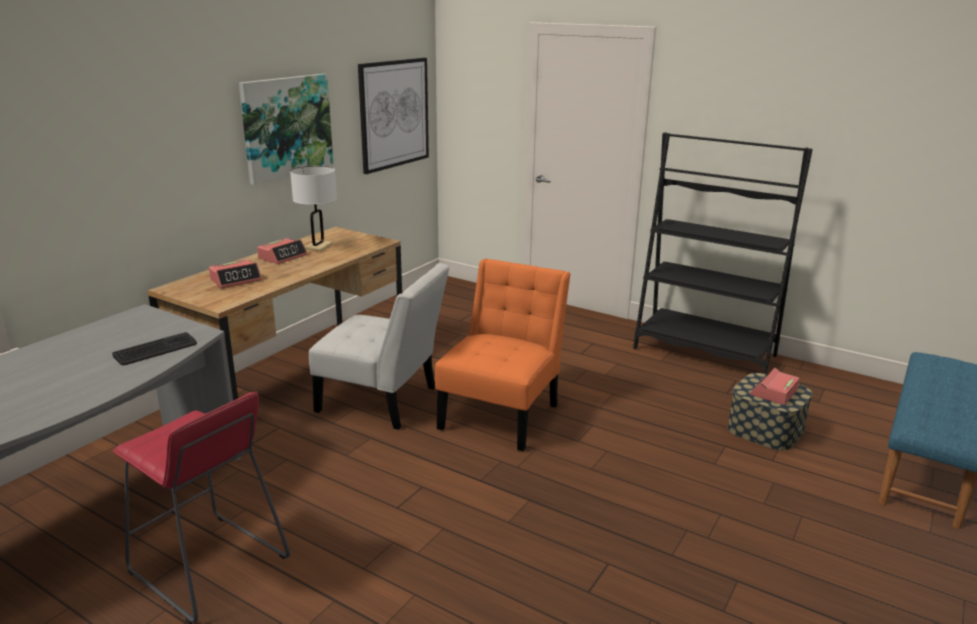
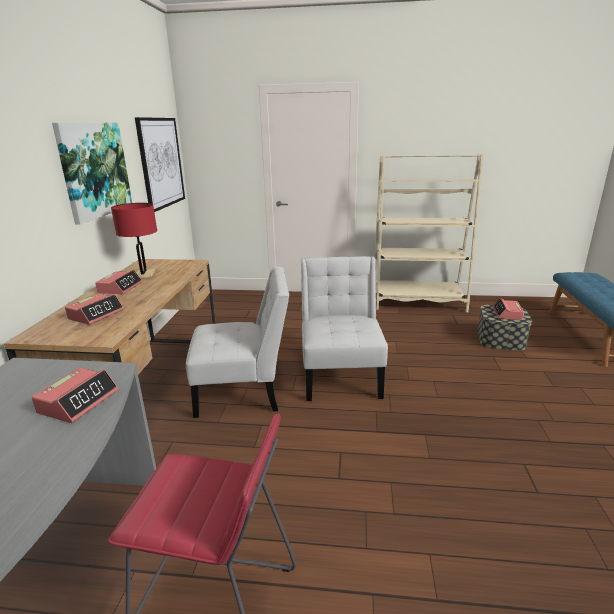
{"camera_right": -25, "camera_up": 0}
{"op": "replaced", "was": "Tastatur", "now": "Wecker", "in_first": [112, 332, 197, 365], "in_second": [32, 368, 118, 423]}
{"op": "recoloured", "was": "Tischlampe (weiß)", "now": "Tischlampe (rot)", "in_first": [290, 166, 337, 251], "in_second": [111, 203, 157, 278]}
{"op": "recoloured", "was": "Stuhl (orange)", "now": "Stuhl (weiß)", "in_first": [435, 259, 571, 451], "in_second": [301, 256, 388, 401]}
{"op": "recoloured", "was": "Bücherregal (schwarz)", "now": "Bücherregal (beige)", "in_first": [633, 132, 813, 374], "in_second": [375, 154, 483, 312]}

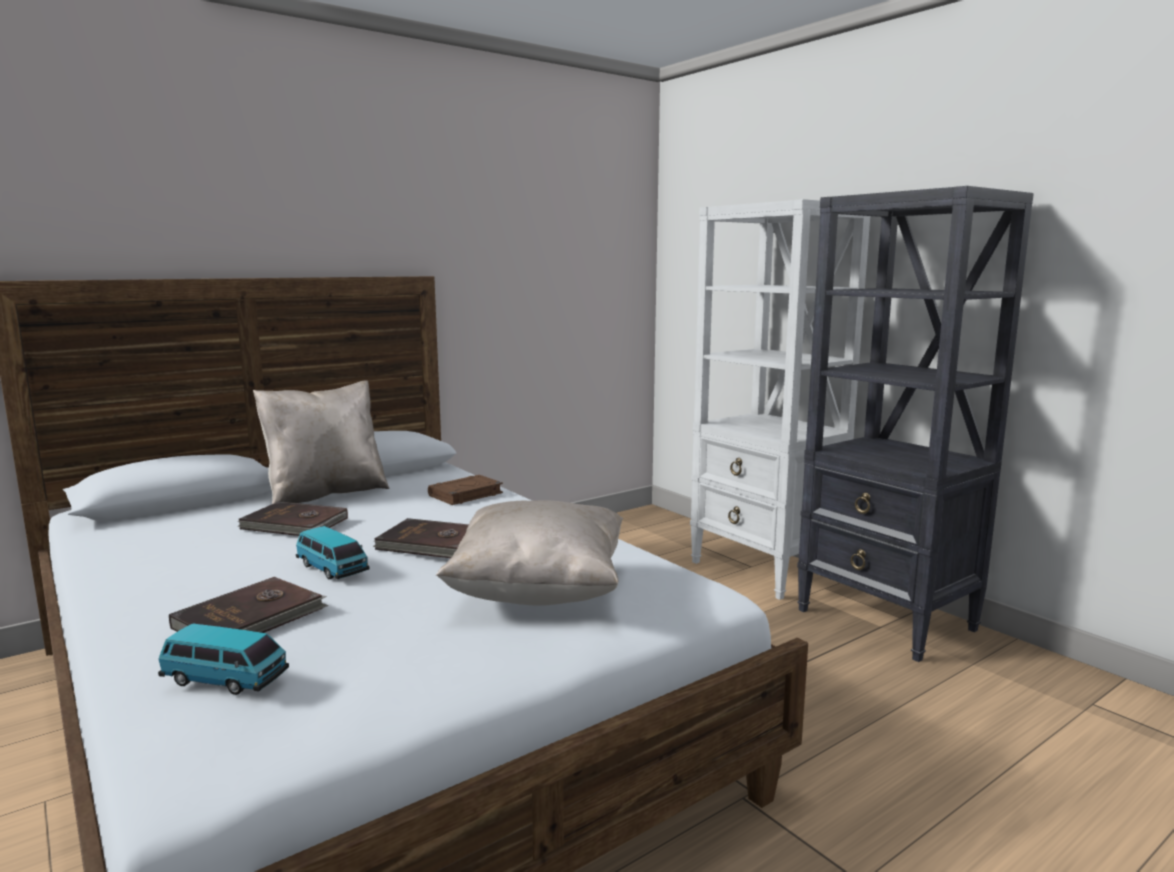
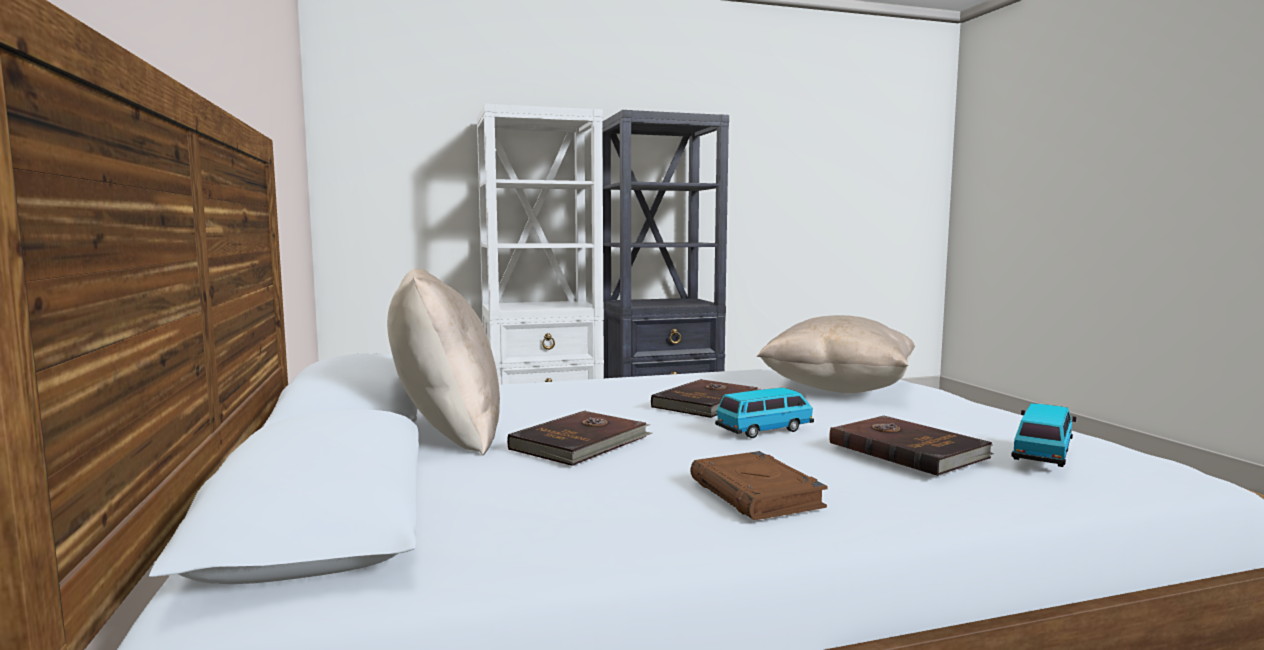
{"camera_right": -70, "camera_up": -5}
{"op": "moved", "was": "Buch (braun)", "in_first": [428, 475, 503, 505], "in_second": [690, 451, 828, 520]}

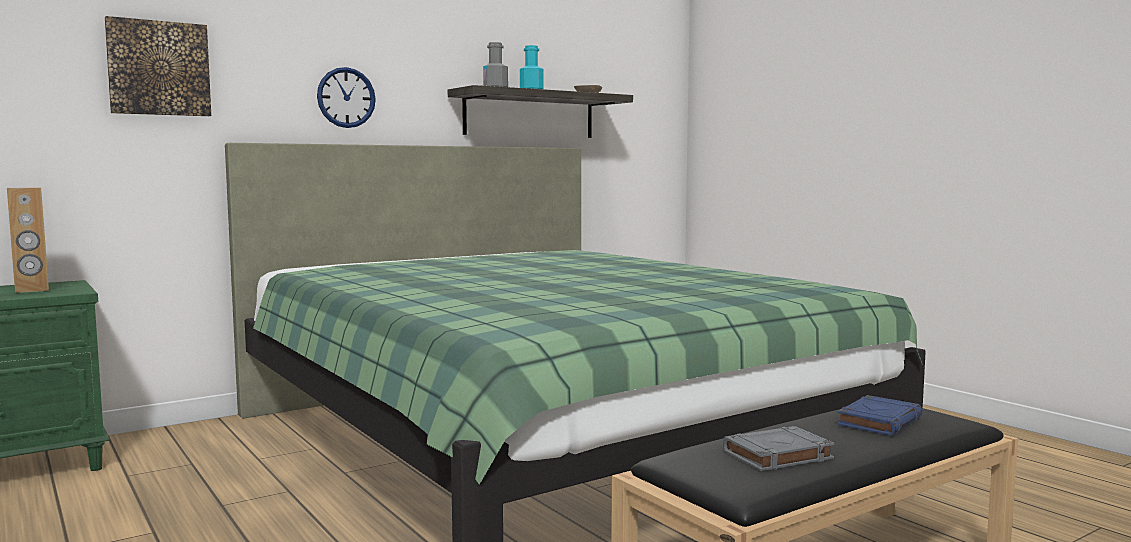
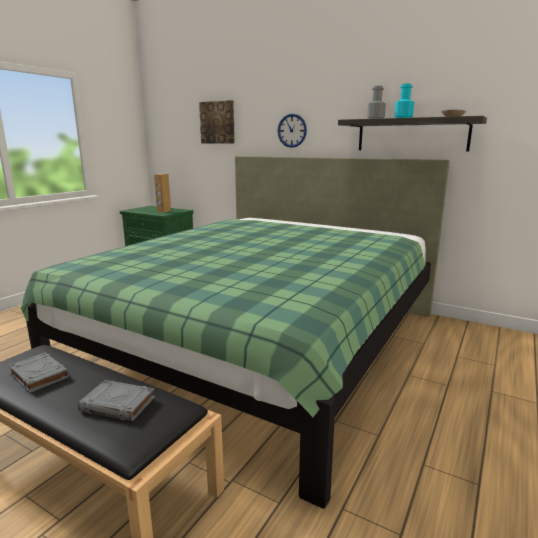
{"camera_right": 65, "camera_up": 10}
{"op": "recoloured", "was": "Buch (blau)", "now": "Buch (grau)", "in_first": [837, 395, 922, 436], "in_second": [78, 380, 155, 421]}

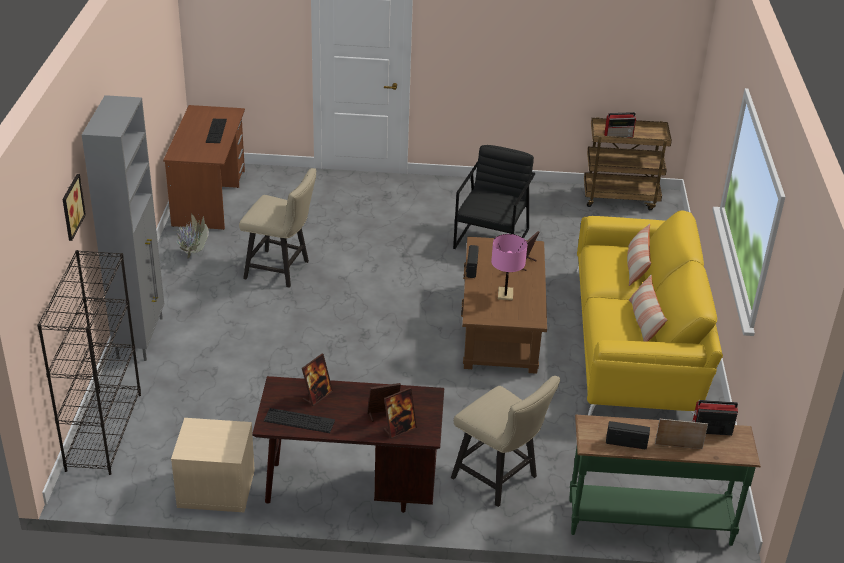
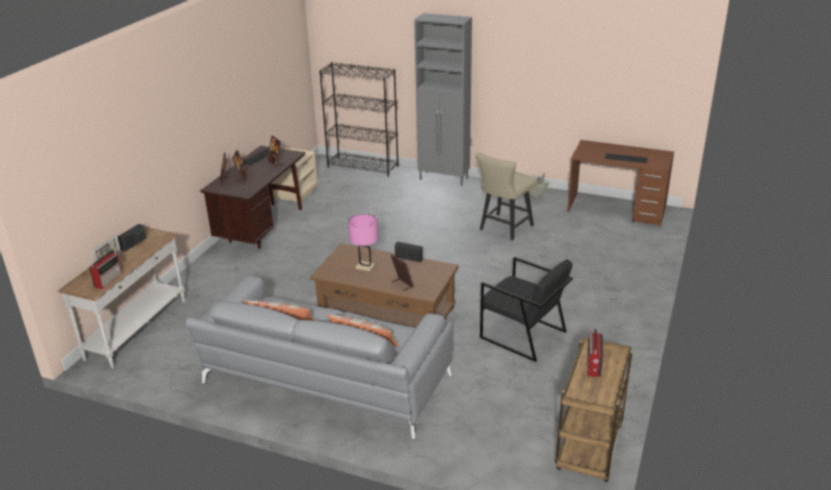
{"camera_right": 110, "camera_up": -5}
{"op": "removed", "was": "Bild", "in_first": [62, 174, 86, 241]}
{"op": "removed", "was": "Stuhl (beige)", "in_first": [451, 376, 560, 507]}
{"op": "recoloured", "was": "Konsolentisch (grün)", "now": "Konsolentisch (weiß)", "in_first": [570, 415, 761, 546], "in_second": [58, 227, 185, 368]}
{"op": "recoloured", "was": "Sofa (gelb)", "now": "Sofa (grau)", "in_first": [577, 210, 723, 417], "in_second": [186, 276, 452, 439]}

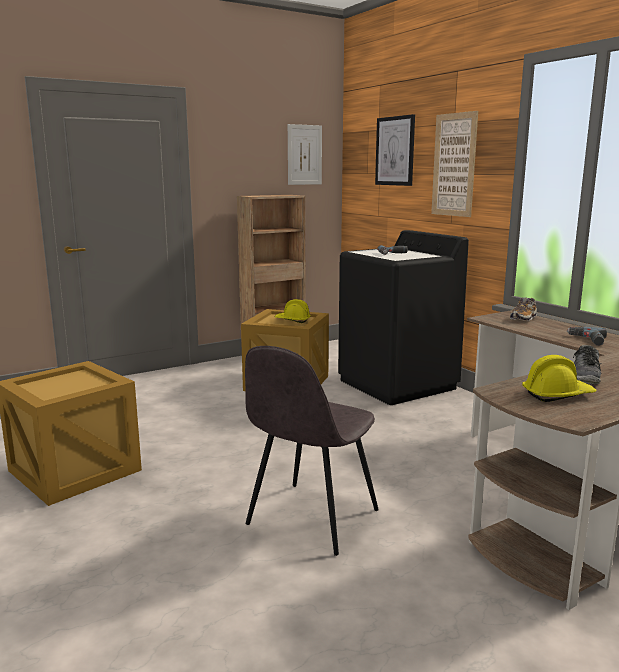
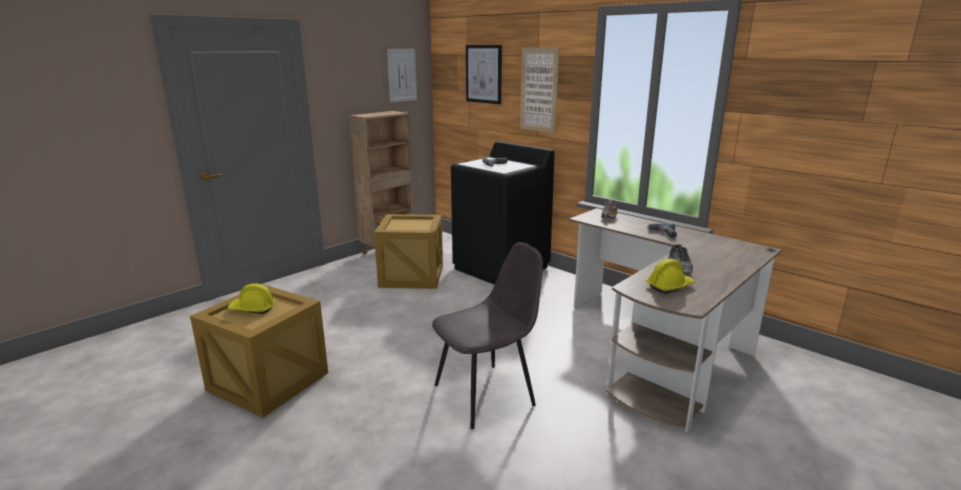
{"camera_right": -15, "camera_up": 5}
{"op": "turned", "was": "Stuhl (grau)", "in_first": [245, 346, 379, 556], "in_second": [432, 242, 543, 429], "clockwise": -135}
{"op": "moved", "was": "Schutzhelm (gelb)", "in_first": [275, 299, 311, 323], "in_second": [227, 283, 276, 314]}

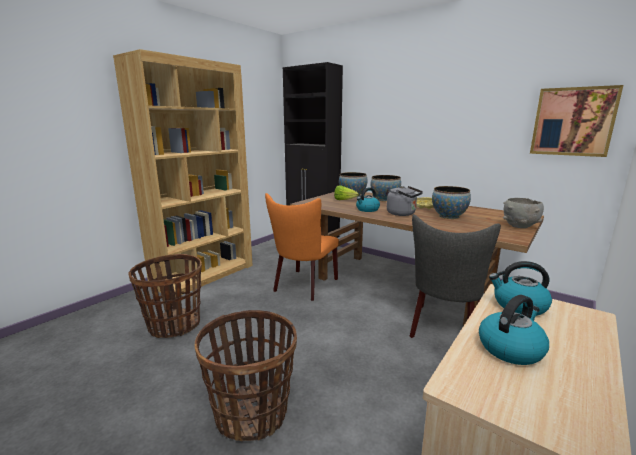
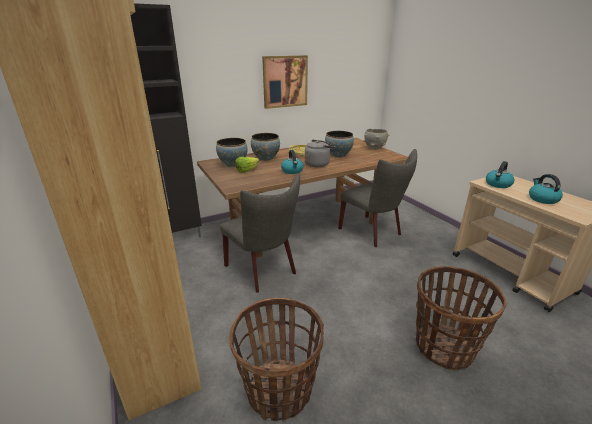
{"camera_right": -65, "camera_up": 10}
{"op": "recoloured", "was": "Stuhl (orange)", "now": "Stuhl (grau)", "in_first": [265, 193, 339, 301], "in_second": [220, 174, 300, 293]}
{"op": "moved", "was": "Bild", "in_first": [530, 85, 623, 157], "in_second": [262, 55, 308, 109]}

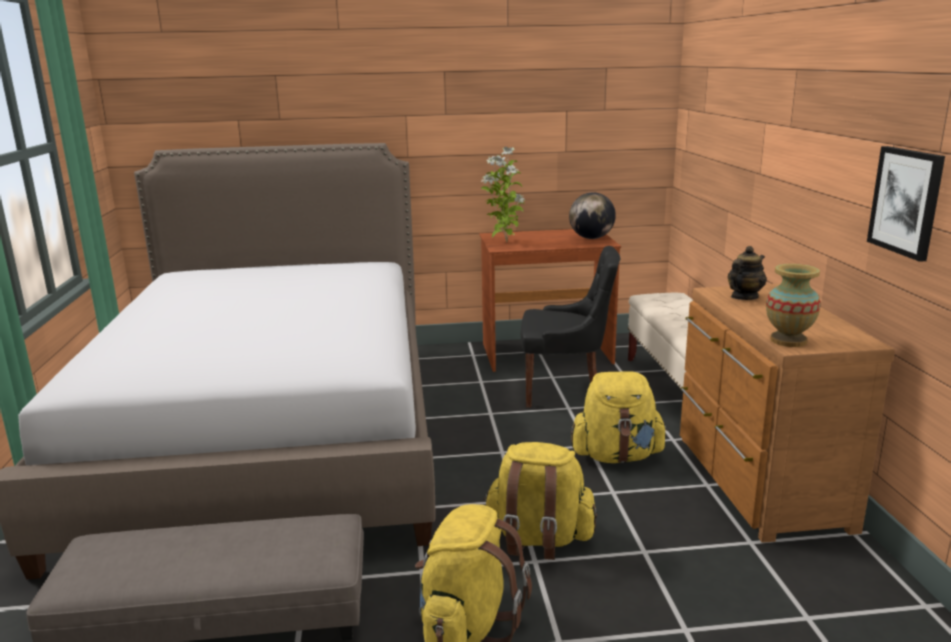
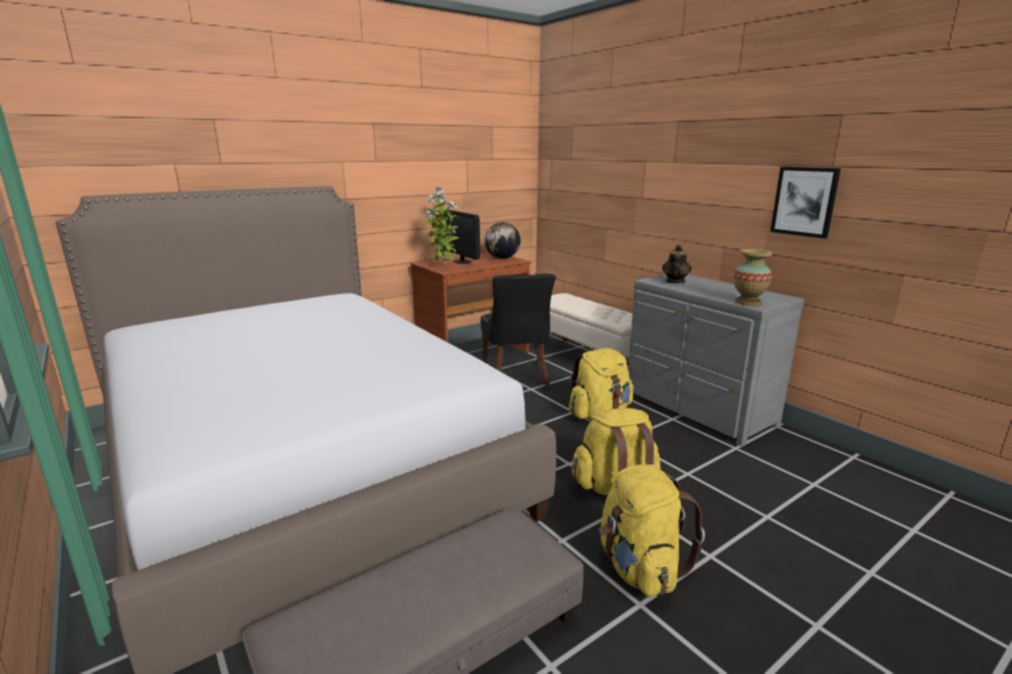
{"camera_right": -30, "camera_up": 0}
{"op": "turned", "was": "Stuhl (schwarz)", "in_first": [521, 246, 620, 408], "in_second": [480, 274, 556, 387], "clockwise": 105}
{"op": "recoloured", "was": "Kommode (braun)", "now": "Kommode (grau)", "in_first": [680, 283, 895, 543], "in_second": [628, 274, 804, 446]}
{"op": "added", "now": "Monitor", "in_second": [442, 209, 480, 264]}

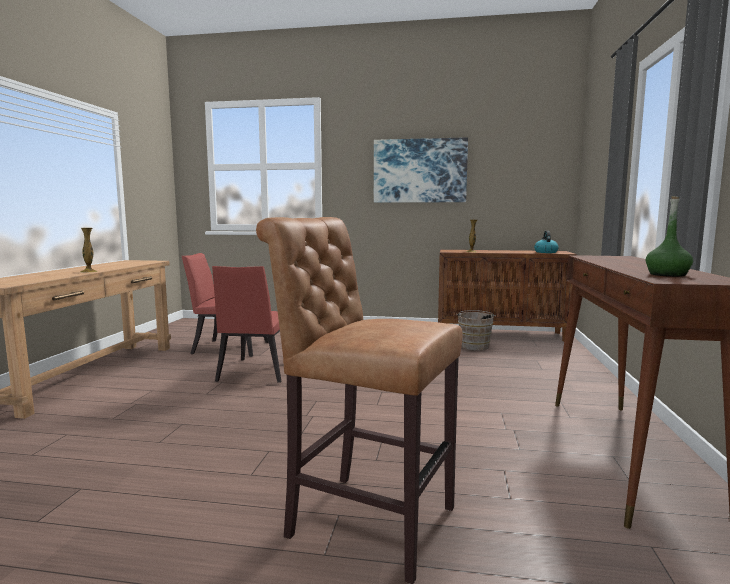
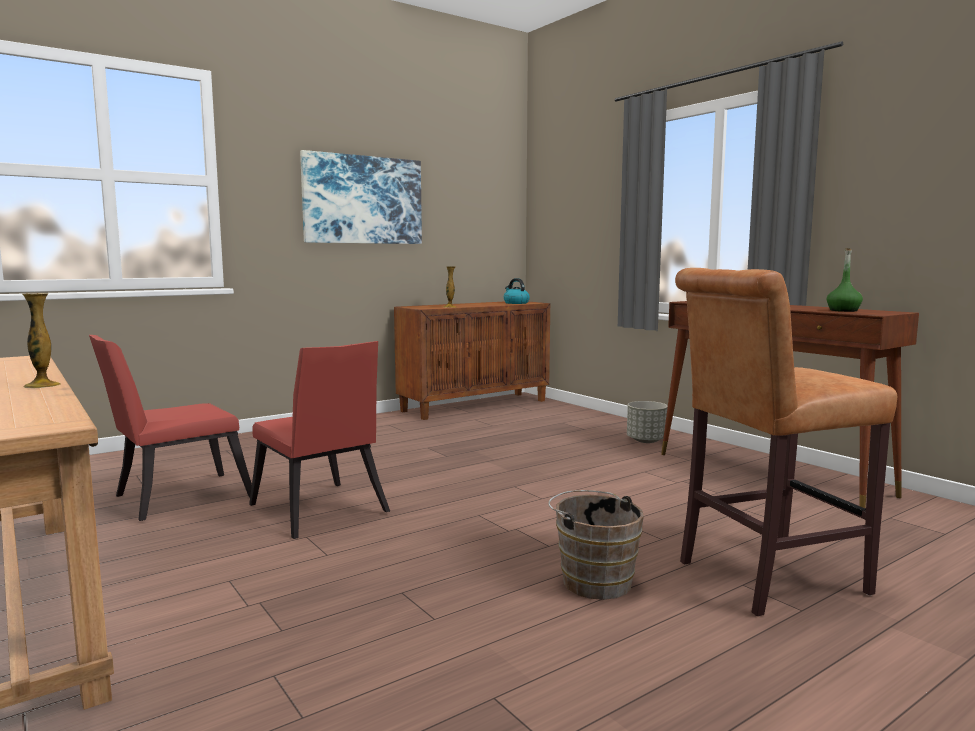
{"camera_right": -45, "camera_up": 0}
{"op": "moved", "was": "Eimer (braun)", "in_first": [456, 310, 496, 351], "in_second": [548, 490, 644, 600]}
{"op": "added", "now": "Pflanzkübel (grau)", "in_second": [627, 401, 668, 443]}

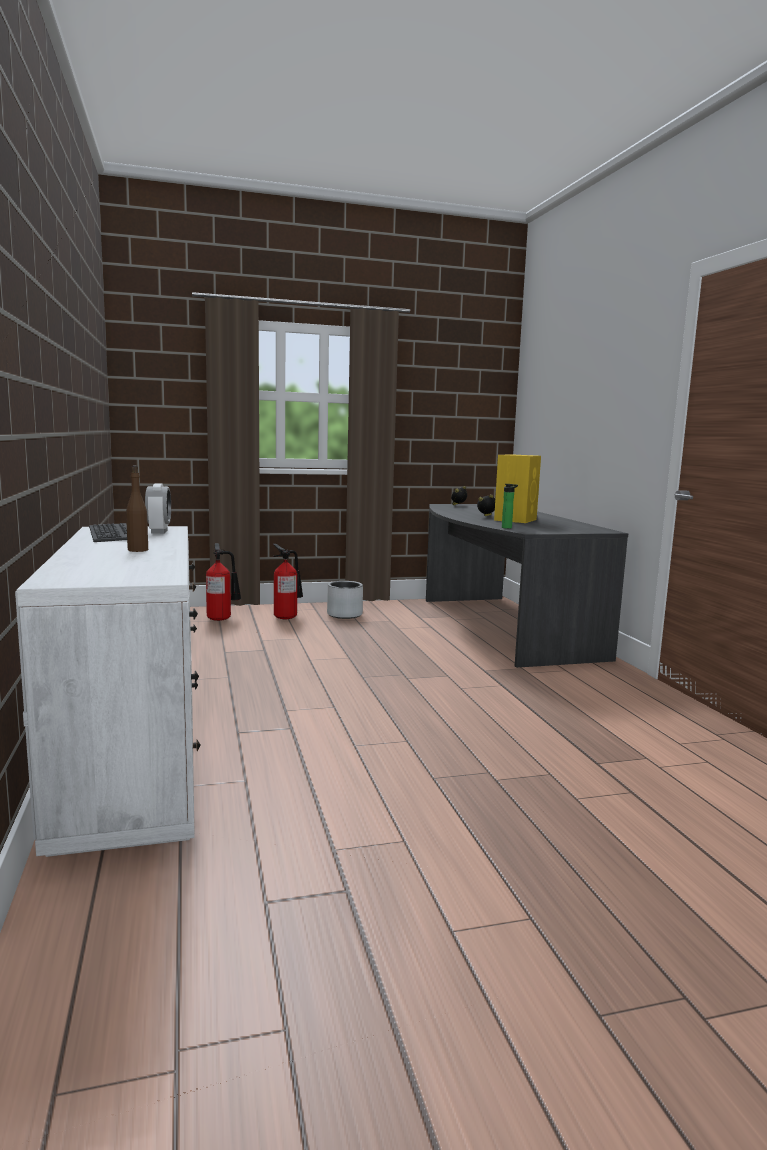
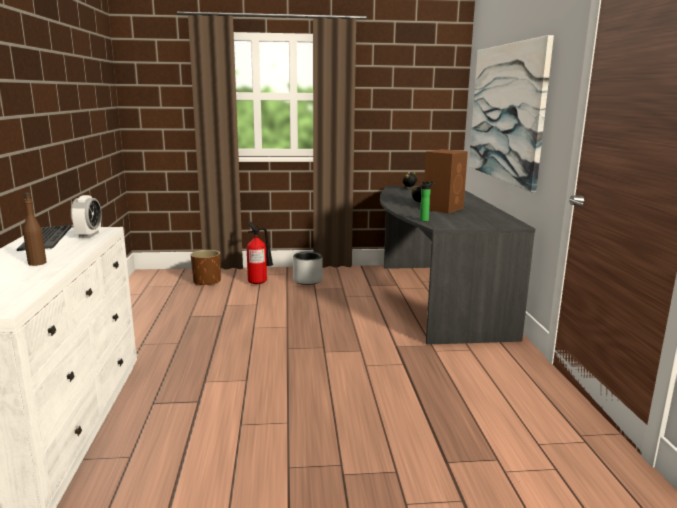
{"camera_right": 10, "camera_up": 5}
{"op": "replaced", "was": "Feuerlöscher", "now": "Pflanzkübel (braun)", "in_first": [206, 543, 241, 621], "in_second": [191, 250, 221, 286]}
{"op": "recoloured", "was": "Lautsprecher (gelb)", "now": "Lautsprecher (braun)", "in_first": [494, 454, 541, 523], "in_second": [424, 149, 468, 213]}
{"op": "added", "now": "Bild", "in_second": [469, 35, 554, 192]}

